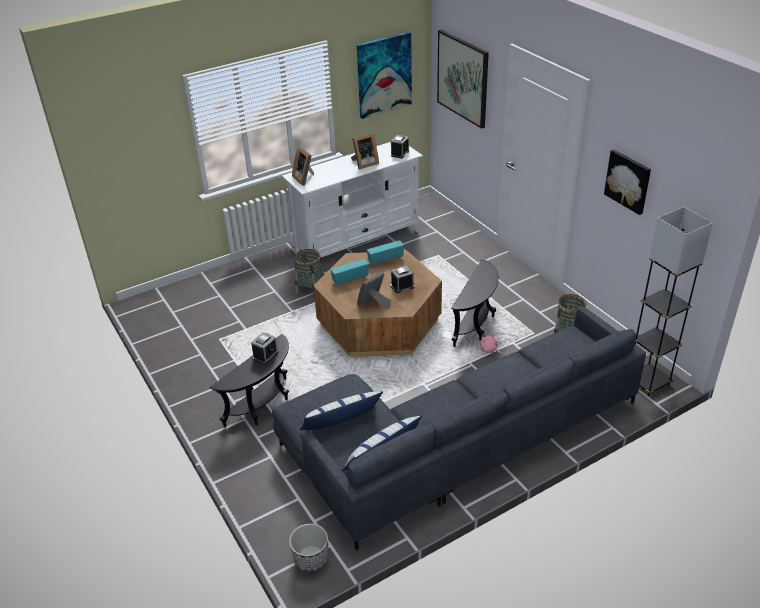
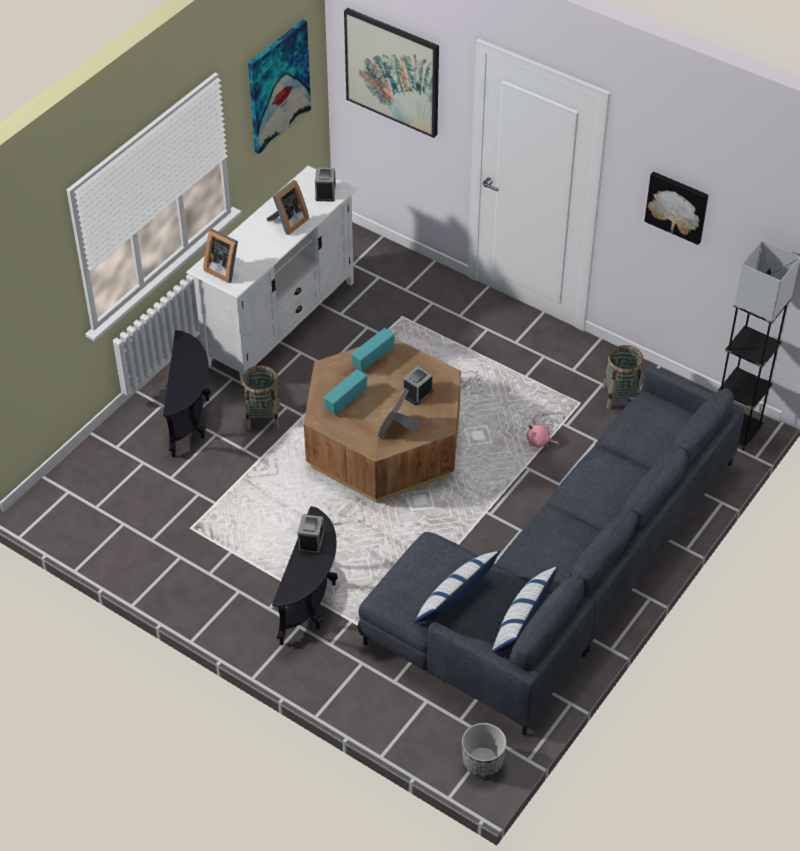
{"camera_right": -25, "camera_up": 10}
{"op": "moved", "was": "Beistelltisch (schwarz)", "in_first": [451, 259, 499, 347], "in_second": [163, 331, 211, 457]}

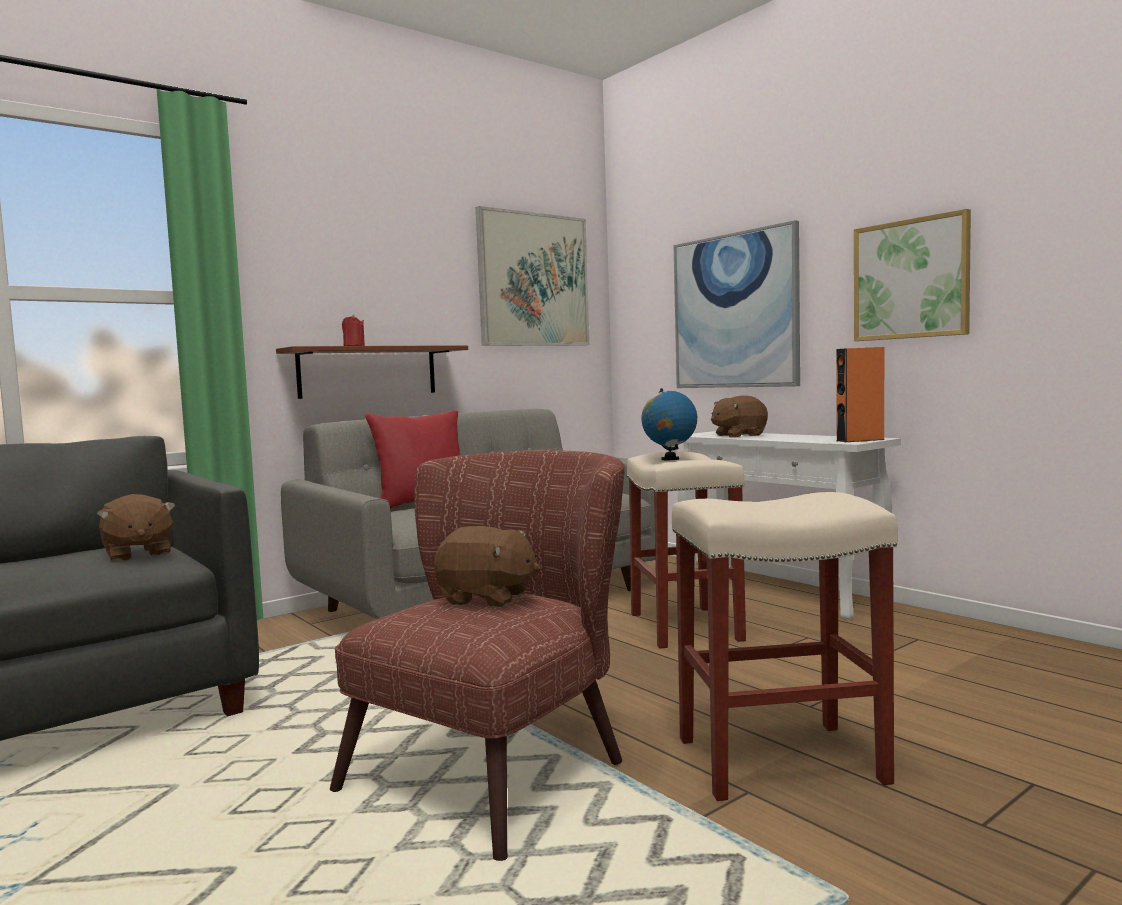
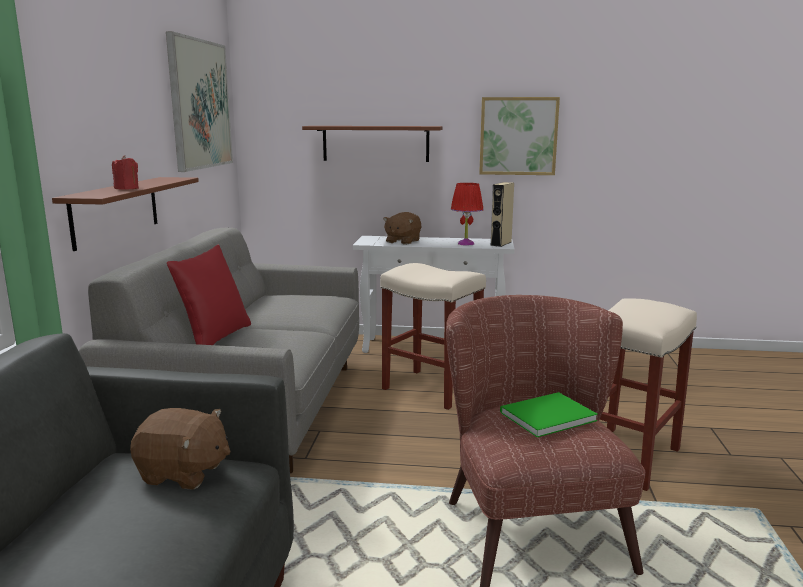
{"camera_right": -45, "camera_up": 10}
{"op": "replaced", "was": "Plüschtier (braun)", "now": "Buch (grün)", "in_first": [434, 526, 541, 607], "in_second": [500, 392, 598, 437]}
{"op": "removed", "was": "Globus", "in_first": [641, 388, 697, 460]}
{"op": "replaced", "was": "Bild", "now": "Wandregal (braun)", "in_first": [674, 220, 800, 388], "in_second": [302, 126, 443, 162]}
{"op": "recoloured", "was": "Lautsprecher (orange)", "now": "Lautsprecher (beige)", "in_first": [836, 347, 884, 442], "in_second": [490, 182, 514, 247]}
{"op": "added", "now": "Tischlampe (rot)", "in_second": [451, 183, 484, 246]}

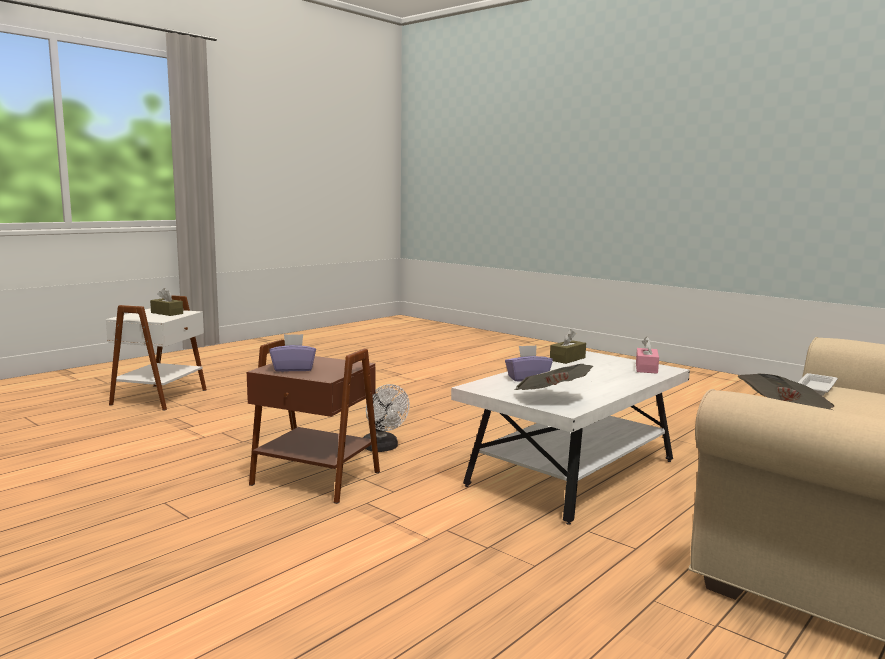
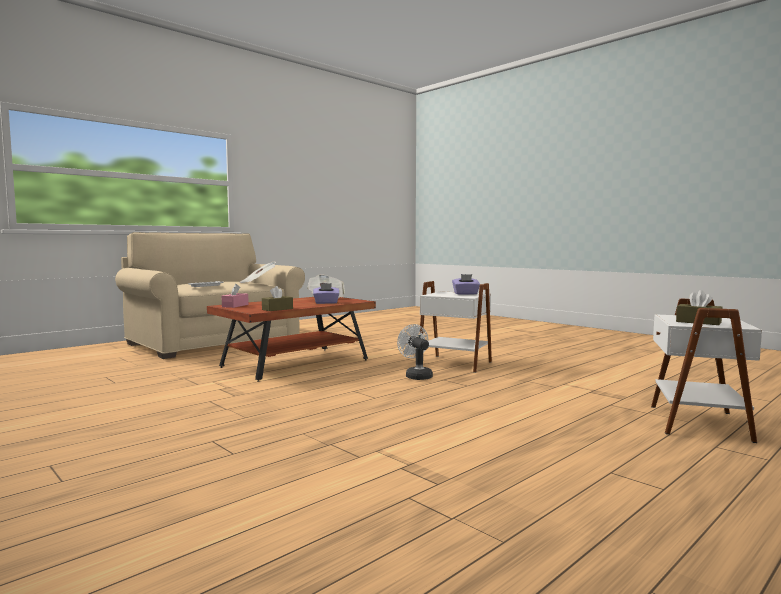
{"camera_right": -175, "camera_up": -5}
{"op": "recoloured", "was": "Beistelltisch (braun)", "now": "Beistelltisch (weiß)", "in_first": [247, 339, 380, 504], "in_second": [419, 281, 492, 373]}
{"op": "recoloured", "was": "Couchtisch (weiß)", "now": "Couchtisch (braun)", "in_first": [451, 351, 690, 525], "in_second": [207, 297, 376, 382]}

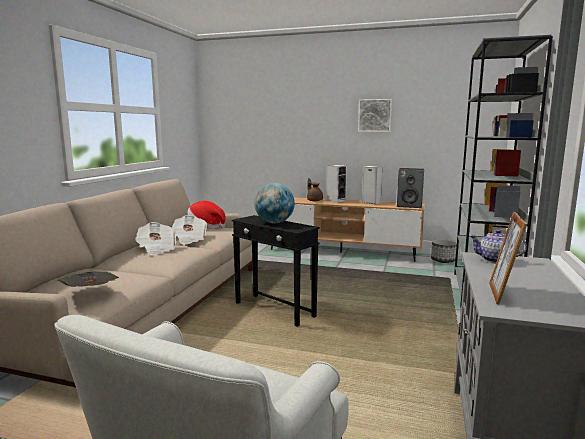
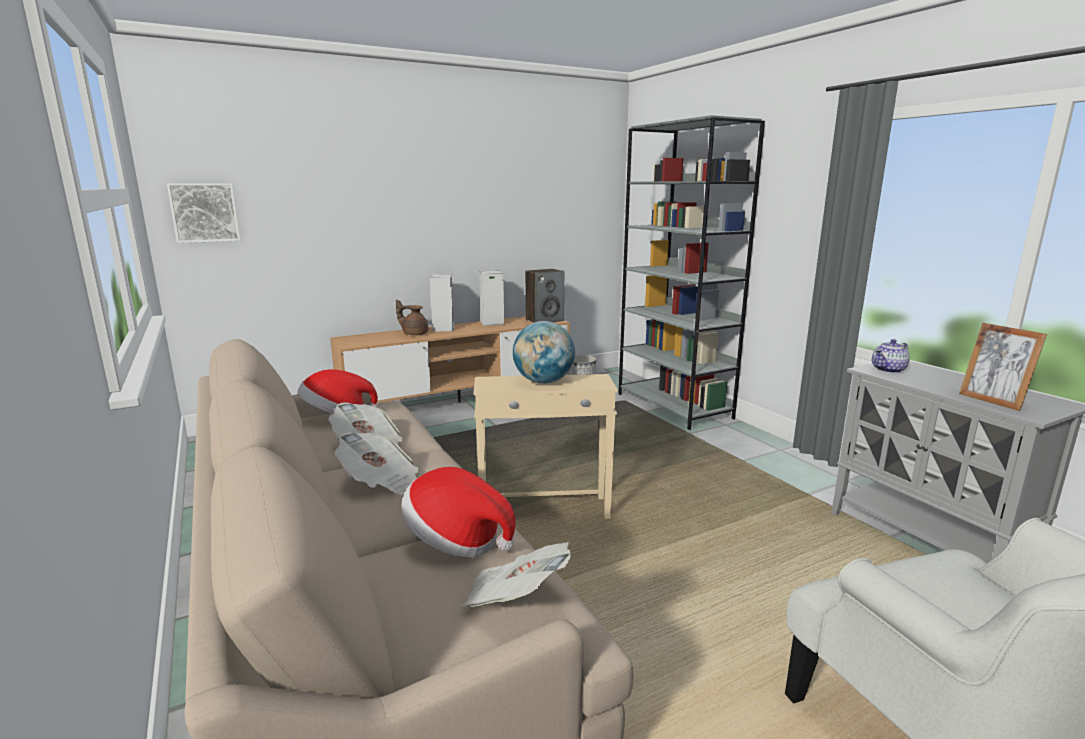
{"camera_right": -45, "camera_up": 5}
{"op": "recoloured", "was": "Beistelltisch (schwarz)", "now": "Beistelltisch (beige)", "in_first": [232, 215, 320, 327], "in_second": [473, 374, 618, 519]}
{"op": "moved", "was": "Bild", "in_first": [358, 99, 392, 132], "in_second": [167, 183, 240, 243]}
{"op": "added", "now": "Hut", "in_second": [401, 467, 515, 557]}

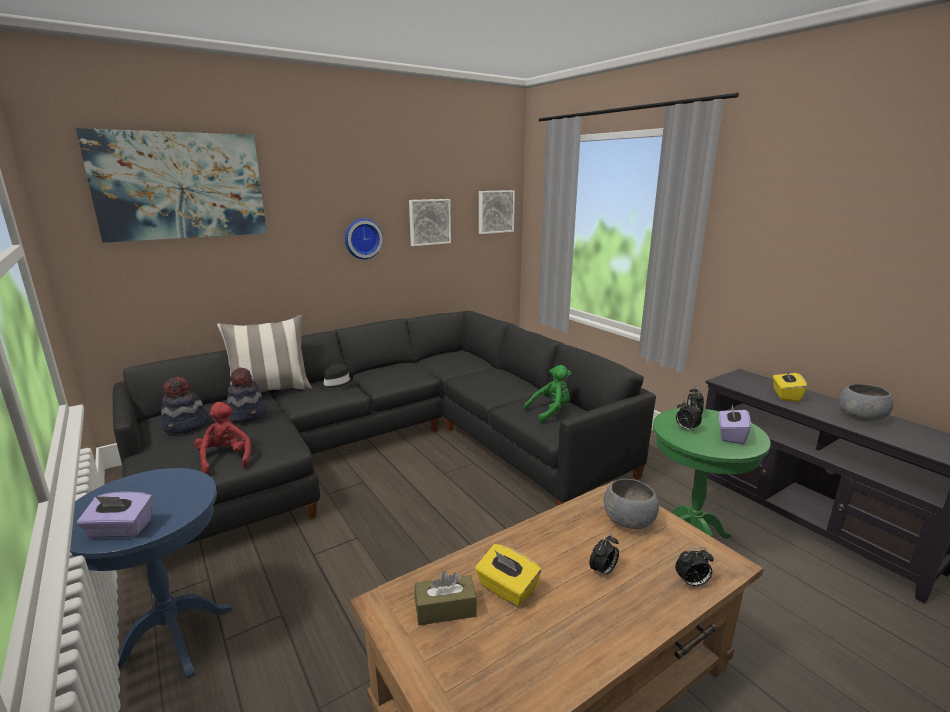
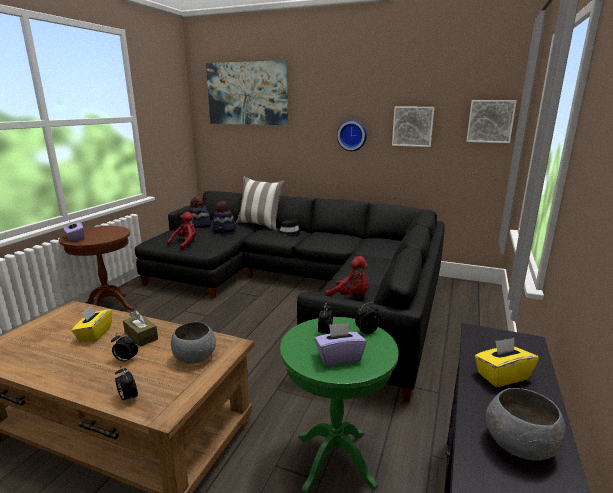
{"camera_right": 55, "camera_up": 0}
{"op": "recoloured", "was": "Beistelltisch (blau)", "now": "Beistelltisch (braun)", "in_first": [70, 468, 232, 679], "in_second": [59, 226, 134, 310]}
{"op": "moved", "was": "Taschentuchbox (braun)", "in_first": [415, 571, 477, 625], "in_second": [123, 310, 158, 347]}
{"op": "recoloured", "was": "Plüschtier (grün)", "now": "Plüschtier (rot)", "in_first": [524, 365, 572, 423], "in_second": [325, 256, 369, 297]}

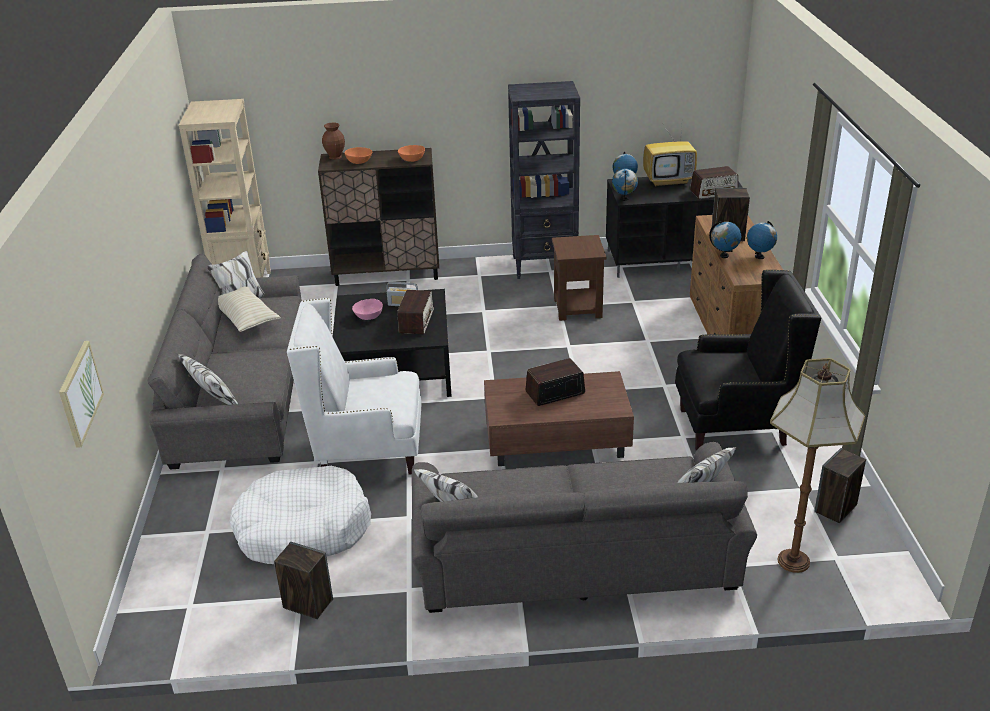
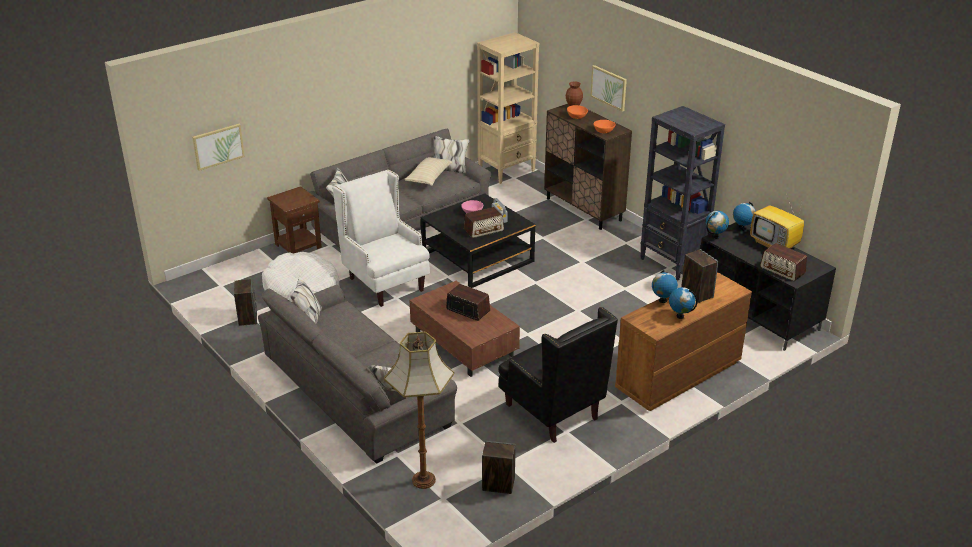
{"camera_right": 55, "camera_up": 0}
{"op": "moved", "was": "Beistelltisch (braun)", "in_first": [552, 235, 606, 321], "in_second": [267, 186, 322, 253]}
{"op": "added", "now": "Bild", "in_second": [590, 65, 627, 112]}

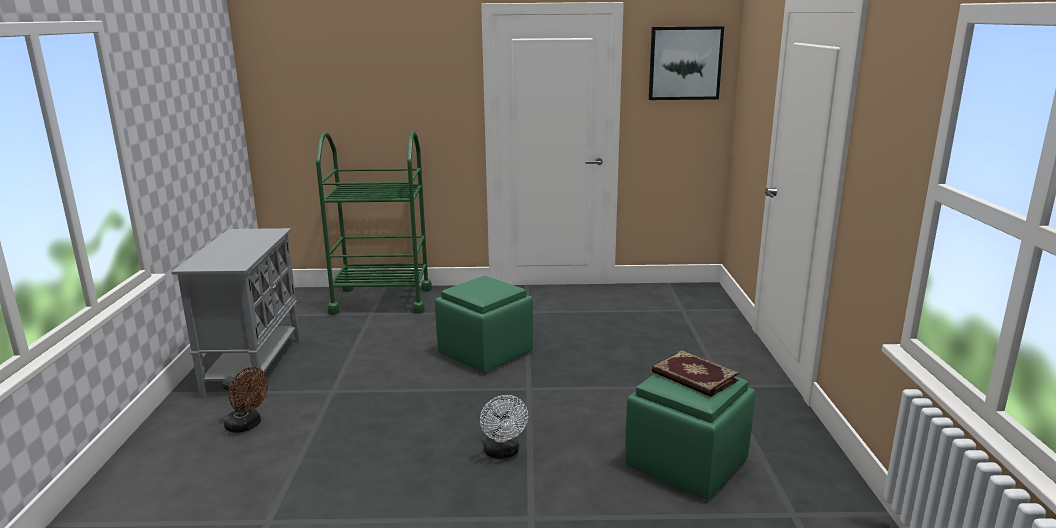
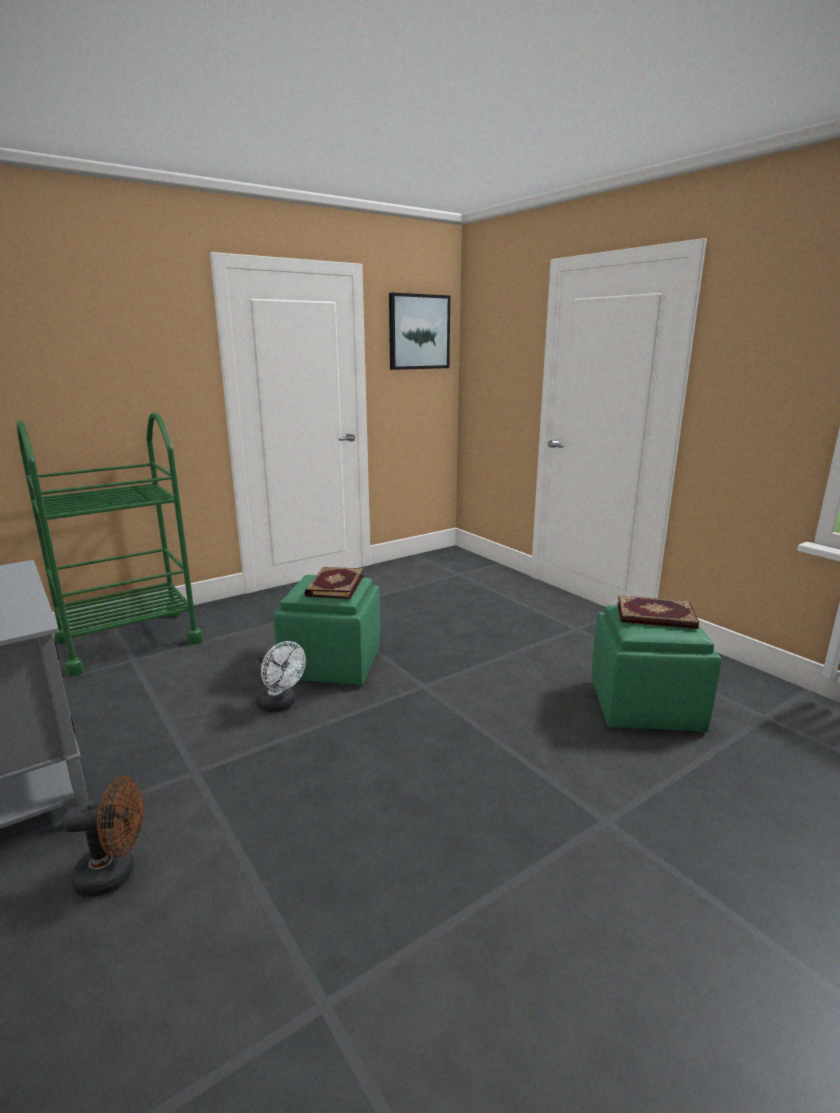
{"camera_right": -35, "camera_up": 0}
{"op": "moved", "was": "Ventilator (weiß)", "in_first": [480, 395, 528, 459], "in_second": [256, 641, 306, 712]}
{"op": "added", "now": "Buch", "in_second": [304, 567, 364, 599]}

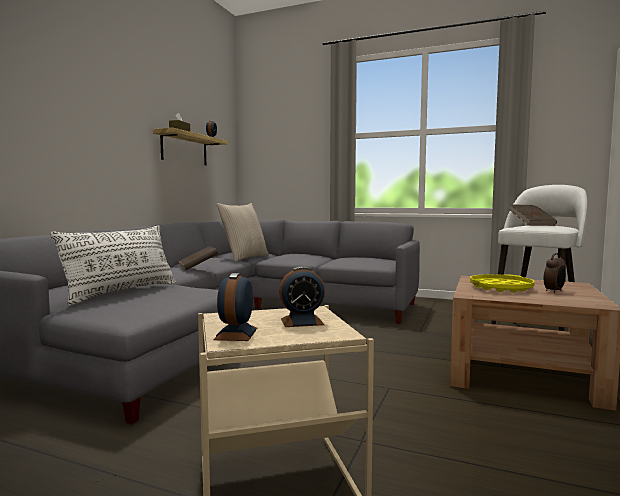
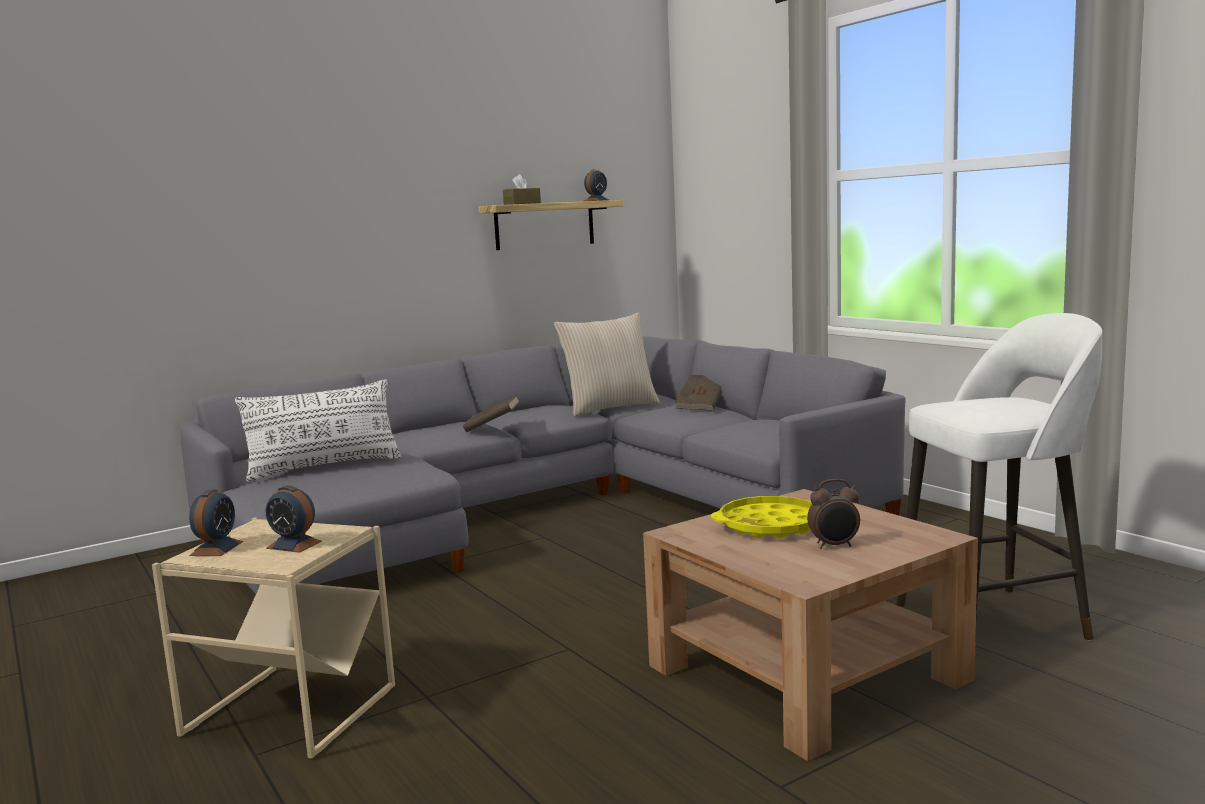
{"camera_right": 35, "camera_up": 5}
{"op": "turned", "was": "Wecker", "in_first": [213, 273, 257, 341], "in_second": [189, 489, 243, 556], "clockwise": 150}
{"op": "moved", "was": "Buch (braun)", "in_first": [509, 205, 557, 226], "in_second": [675, 375, 722, 411]}

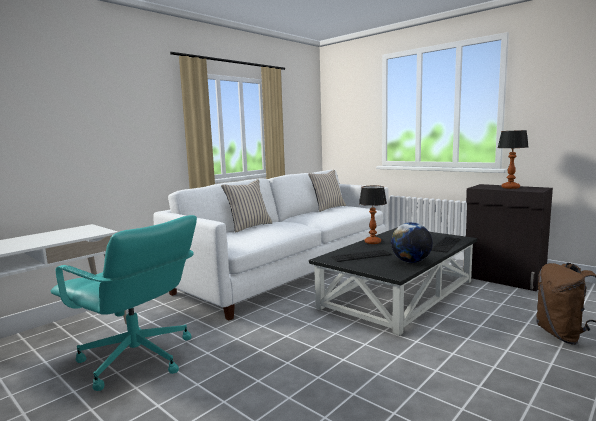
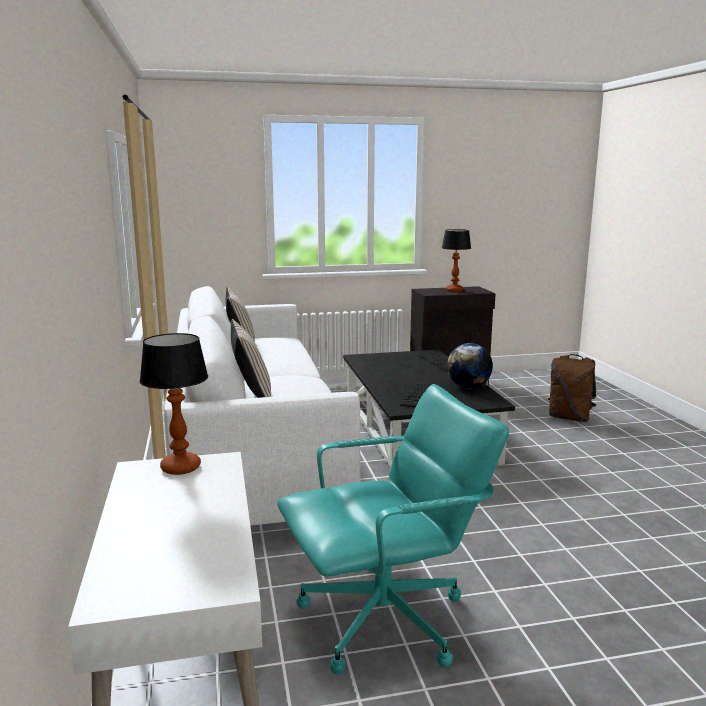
{"camera_right": -55, "camera_up": 5}
{"op": "moved", "was": "Tischlampe", "in_first": [359, 186, 387, 244], "in_second": [140, 333, 208, 475]}

